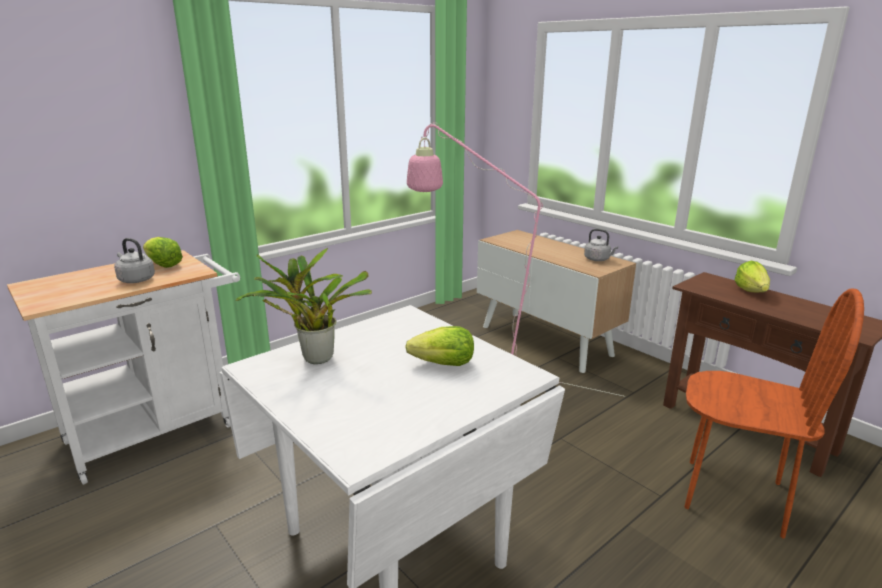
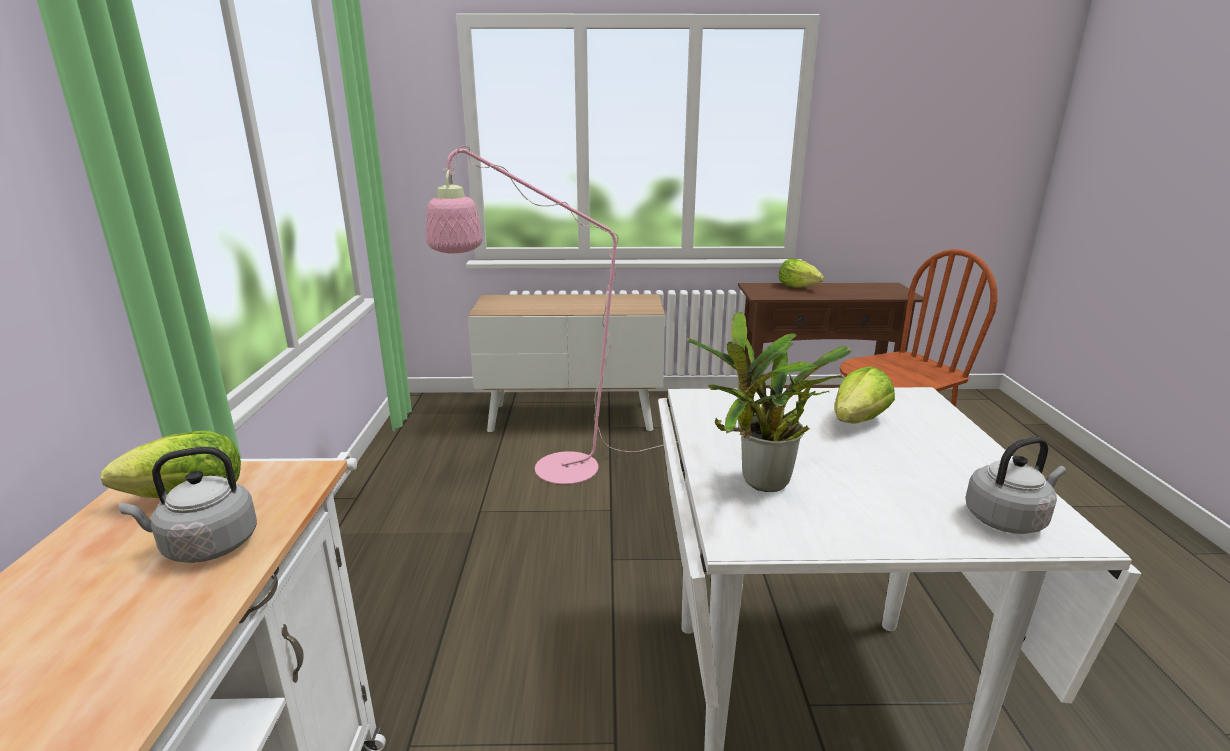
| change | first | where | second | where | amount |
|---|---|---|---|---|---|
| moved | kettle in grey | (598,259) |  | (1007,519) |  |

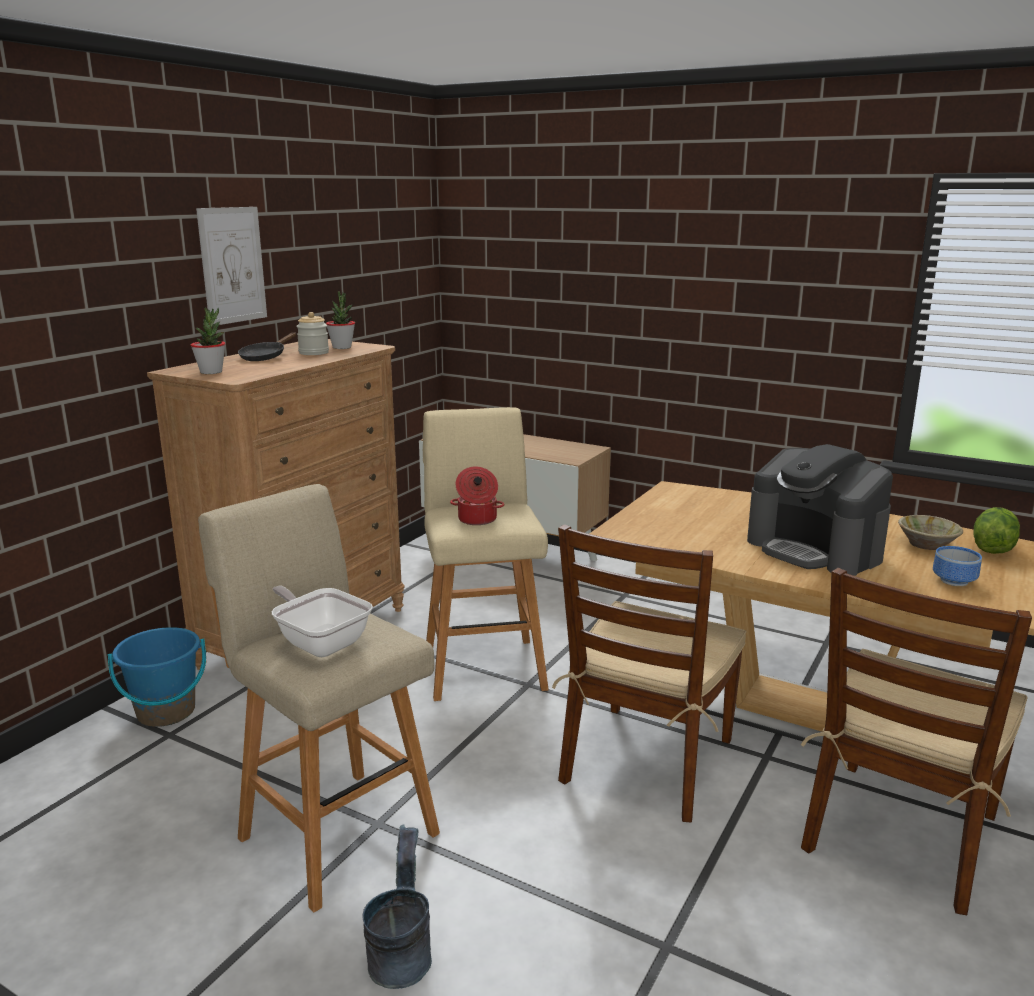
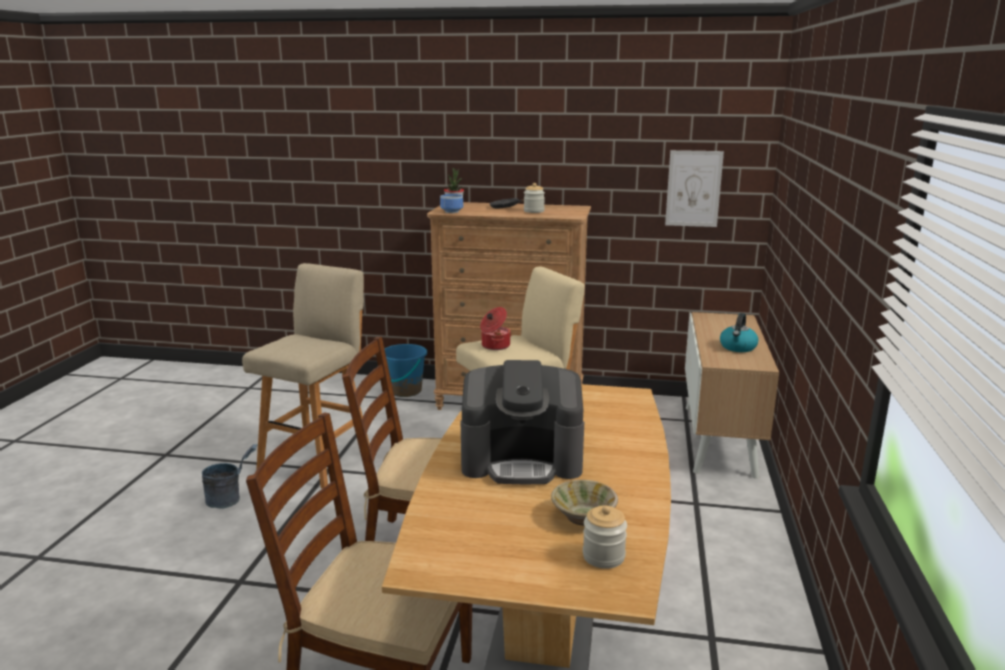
| change | first | where | second | where | amount |
|---|---|---|---|---|---|
| removed | frying pan | (319,642) |  |  |  |
| removed | potted plant | (342,347) |  |  |  |
| added |  |  | kettle | (738,347) |  |
| moved | picture | (232,265) |  | (693,188) |  |
| moved | bowl | (955,581) |  | (451,212) |  |
| replaced | lettuce | (991,548) | jar | (603,556) |  |
| turned | coffee machine | (815,549) |  | (522,460) | 120 degrees counterclockwise |

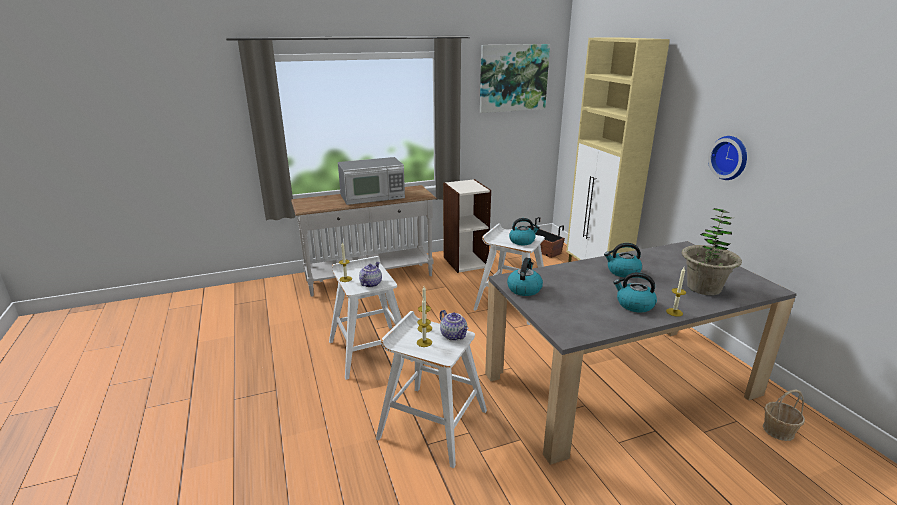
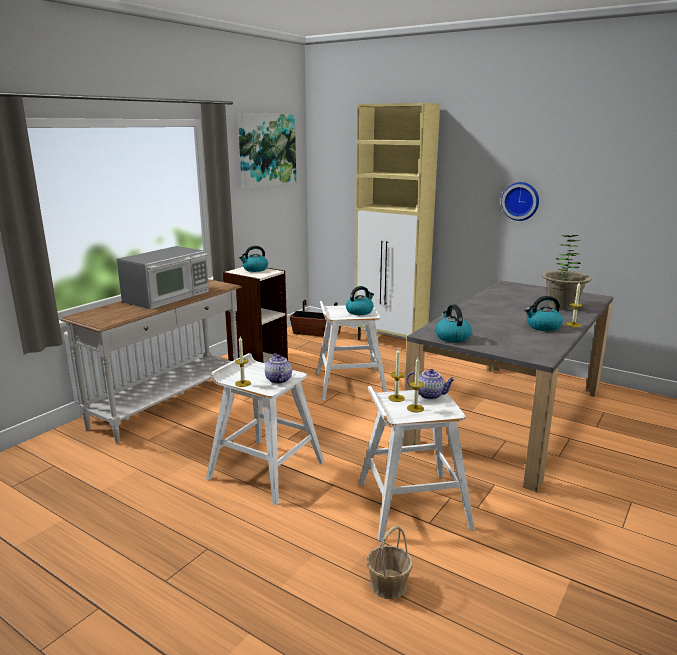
| change | first | where | second | where | amount |
|---|---|---|---|---|---|
| moved | kettle | (622,272) |  | (255,269) |  |
| moved | basket | (778,430) |  | (388,585) |  |

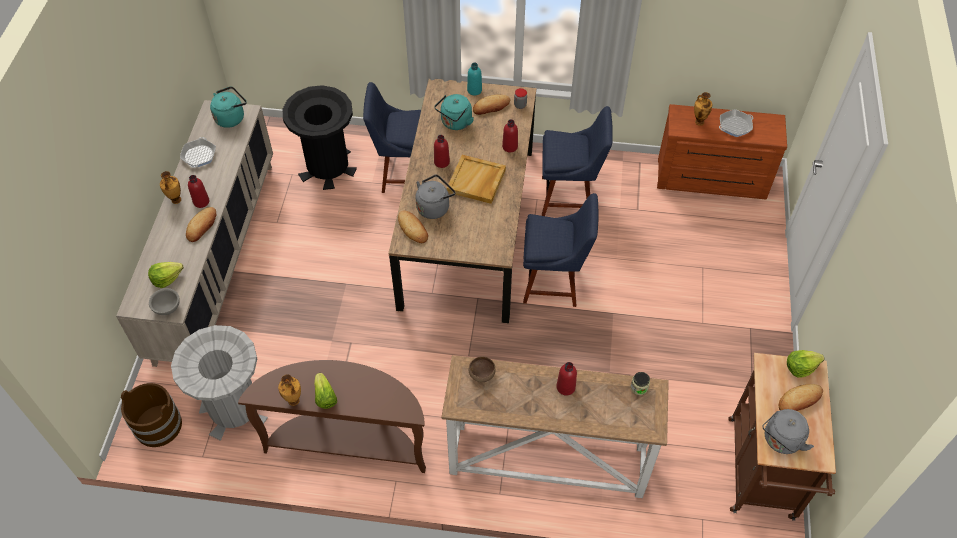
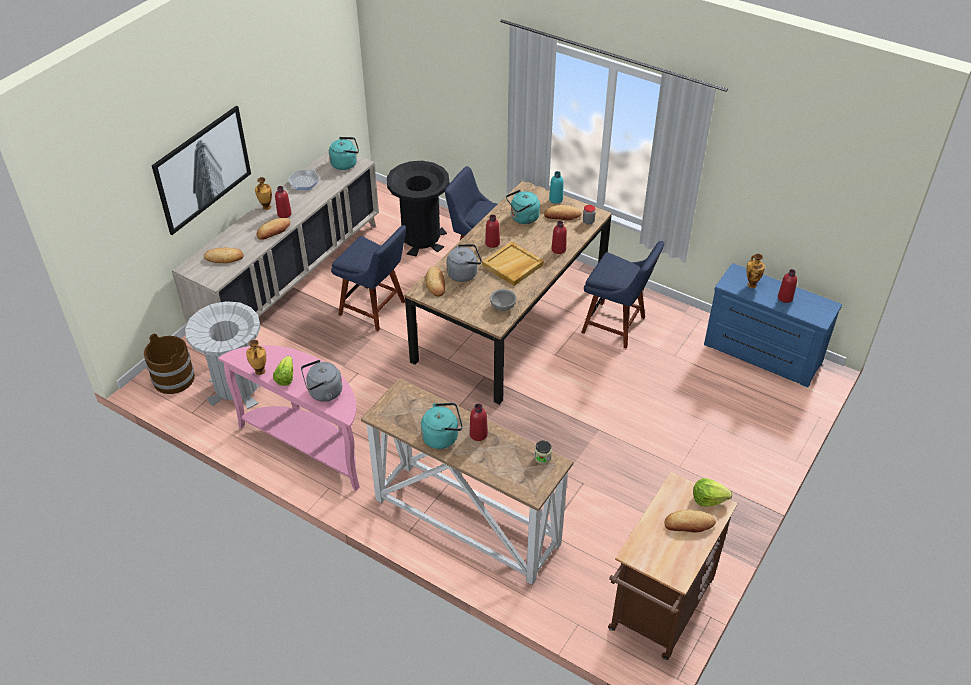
| change | first | where | second | where | amount |
|---|---|---|---|---|---|
| removed | bowl in brown | (481,374) |  |  |  |
| added |  |  | picture | (202,168) |  |
| added |  |  | kettle in turquoise | (442,437) |  |
| moved | bowl in grey | (168,308) |  | (503,307) |  |
| moved | chair in blue | (554,282) |  | (375,309) |  |
| moved | kettle in grey | (781,441) |  | (323,393) |  |
| replaced | lettuce | (166,278) | bread | (224,257) |  |
| replaced | frying pan | (735,126) | bottle in red | (785,298) |  |
| recoloured | console table in brown | (348,442) | console table in pink | (309,445) |  |
| recoloured | dresser in brown | (711,180) | dresser in blue | (761,355) |  |

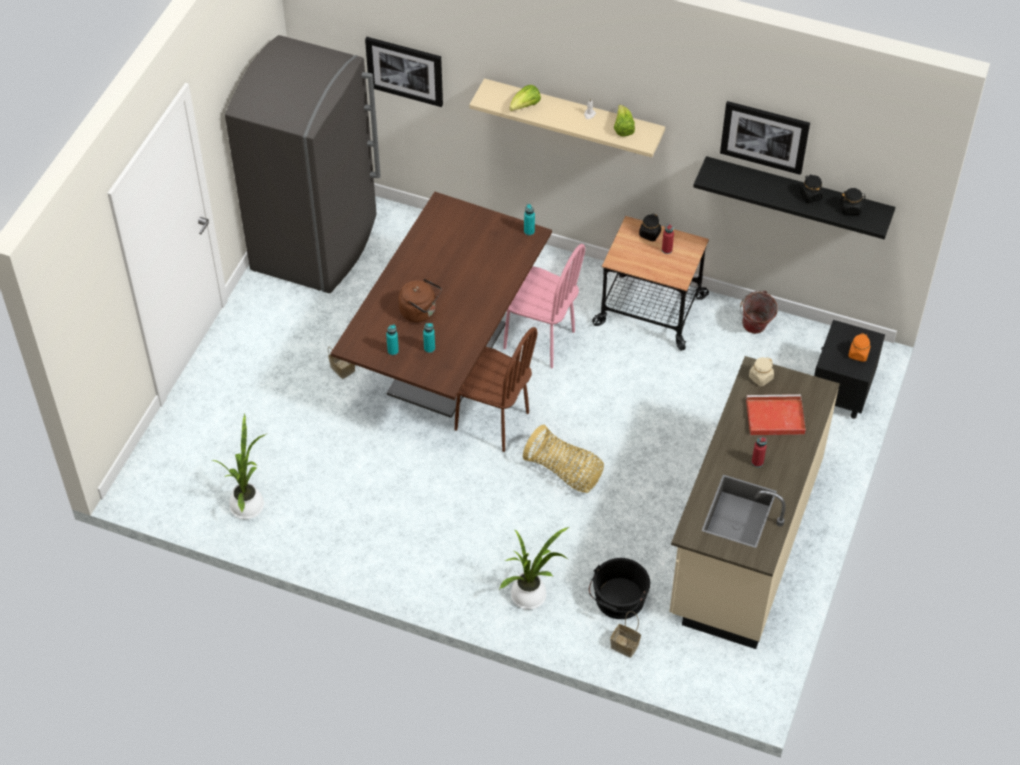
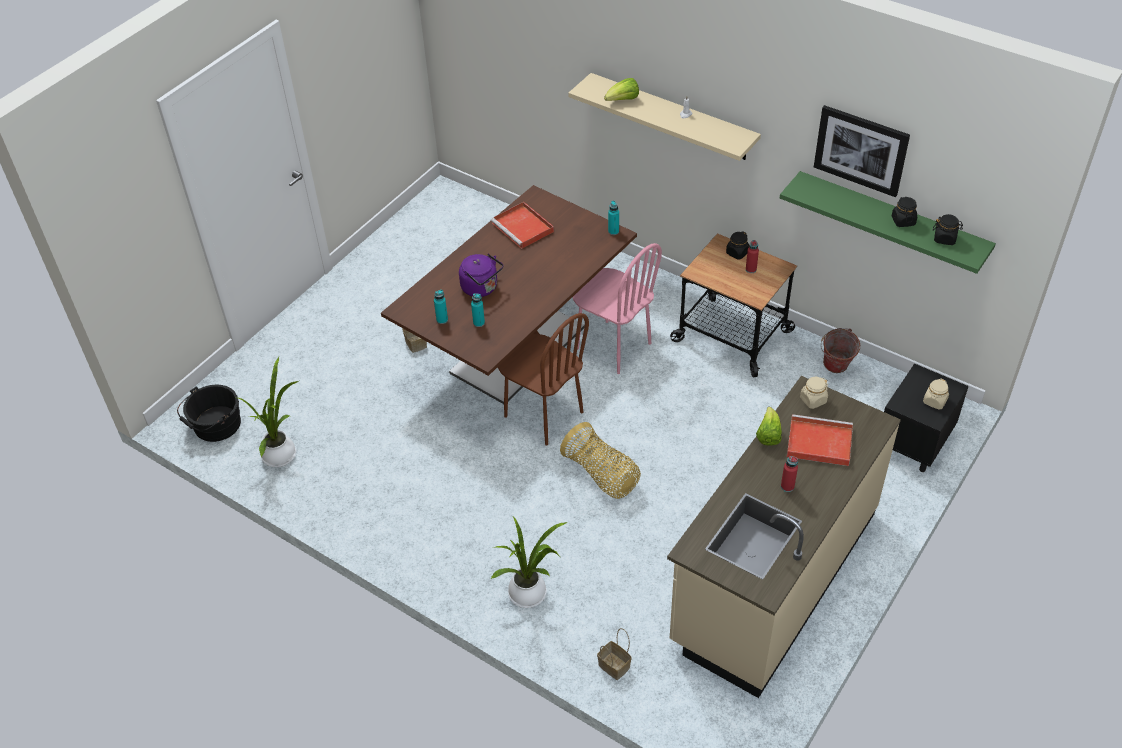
| change | first | where | second | where | amount |
|---|---|---|---|---|---|
| removed | fridge in grey | (316,243) |  |  |  |
| removed | picture | (405,70) |  |  |  |
| added |  |  | tray in red | (523,228) |  |
| moved | bucket in black | (618,601) |  | (215,426) |  |
| moved | lettuce | (623,128) |  | (768,435) |  |
| recoloured | kettle in brown | (420,312) | kettle in purple | (481,288) |  |
| recoloured | shelf in black | (797,193) | shelf in green | (891,220) |  |
| recoloured | jar in orange | (858,354) | jar in beige | (934,401) |  |

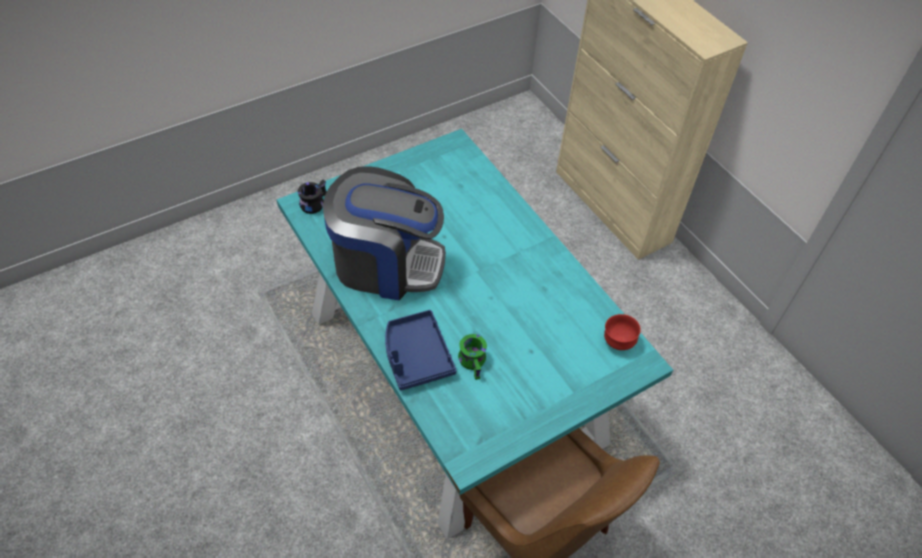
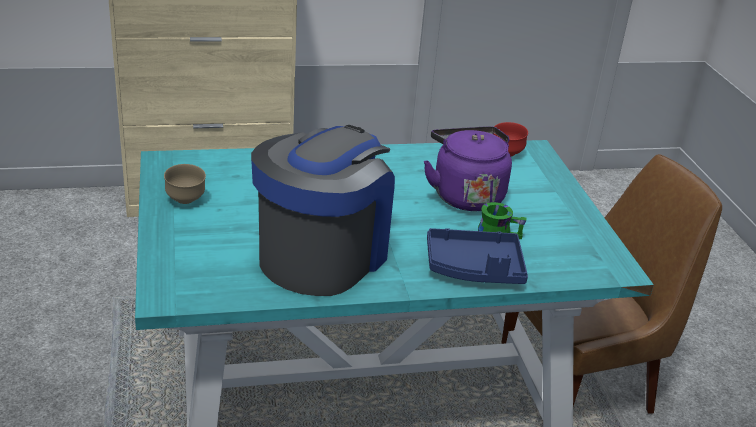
| change | first | where | second | where | amount |
|---|---|---|---|---|---|
| removed | mug in black | (313,202) |  |  |  |
| added |  |  | bowl in brown | (185,201) |  |
| added |  |  | kettle in purple | (465,195) |  |

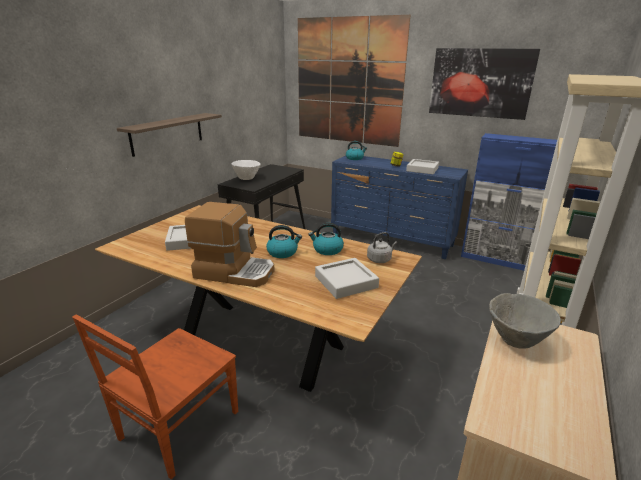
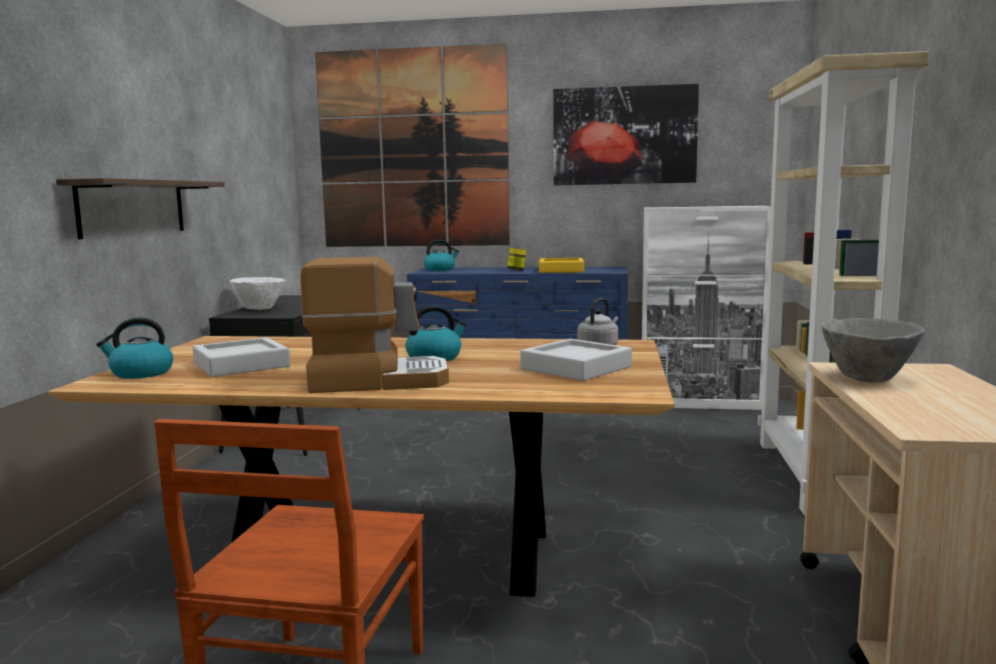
| change | first | where | second | where | amount |
|---|---|---|---|---|---|
| moved | kettle | (327,250) |  | (140,373) |  |
| recoloured | tray in grey | (422,169) | tray in yellow | (561,270) |  |
| recoloured | cabinet in blue | (499,260) | cabinet in white | (700,403) |  |

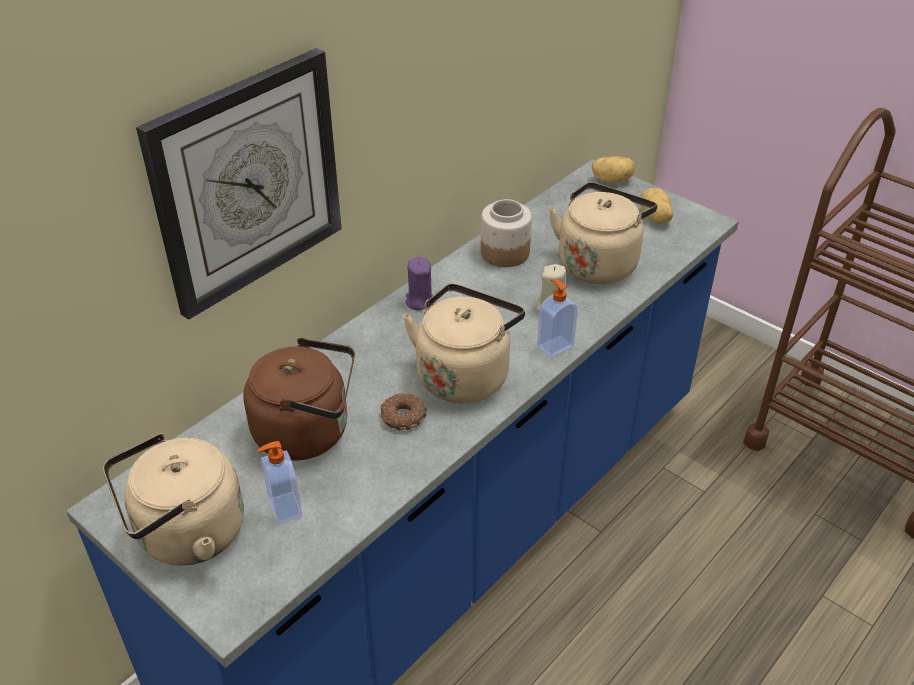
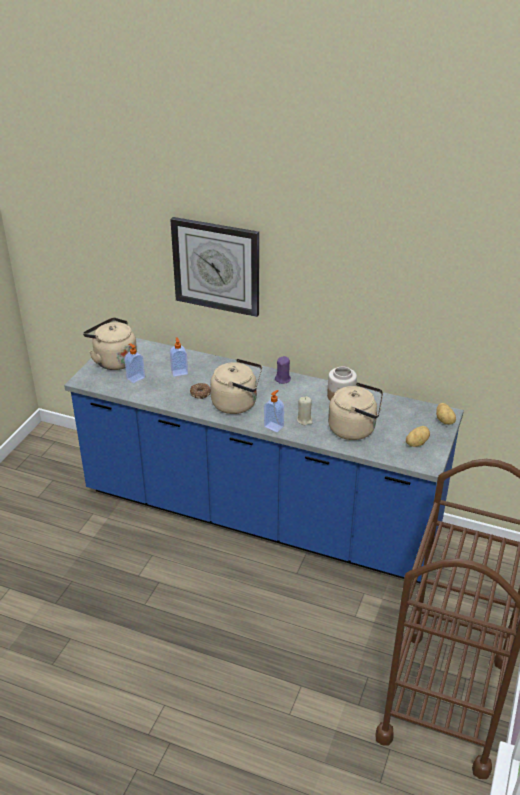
| change | first | where | second | where | amount |
|---|---|---|---|---|---|
| replaced | kettle in brown | (308,432) | soap dispenser | (179,372) |  |

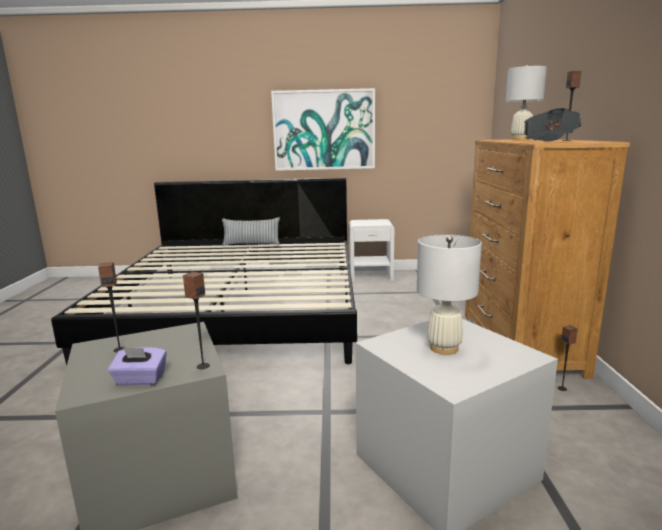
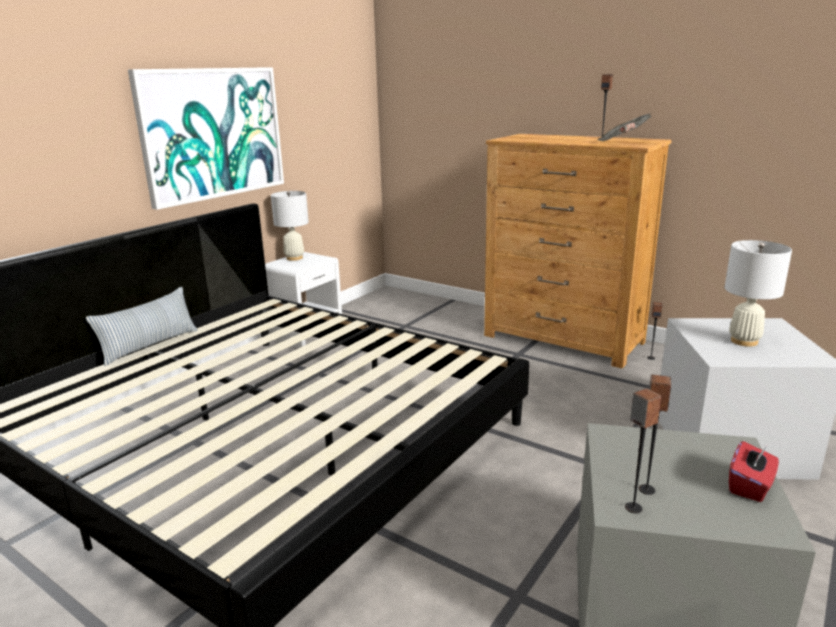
| change | first | where | second | where | amount |
|---|---|---|---|---|---|
| moved | speaker | (203,366) |  | (633,508) |  |
| moved | table lamp in white | (520,139) |  | (294,258) |  |
| recoloured | tissue box in purple | (140,380) | tissue box in red | (750,486) |  |

